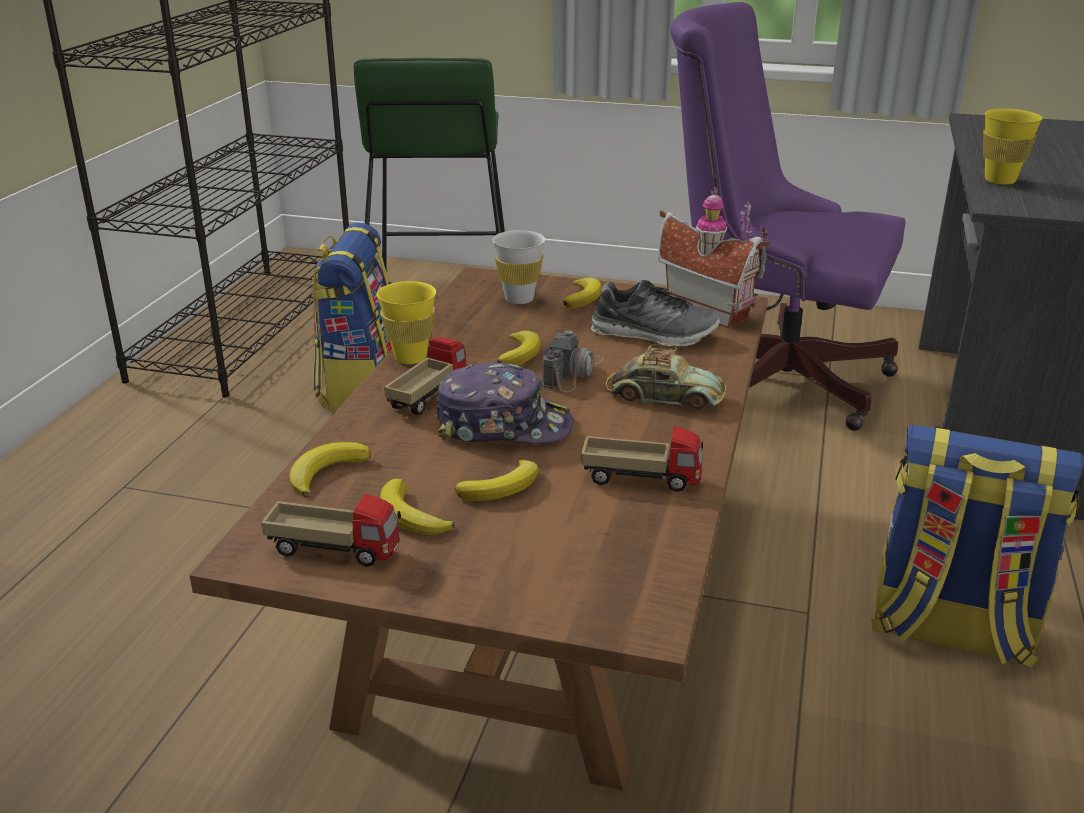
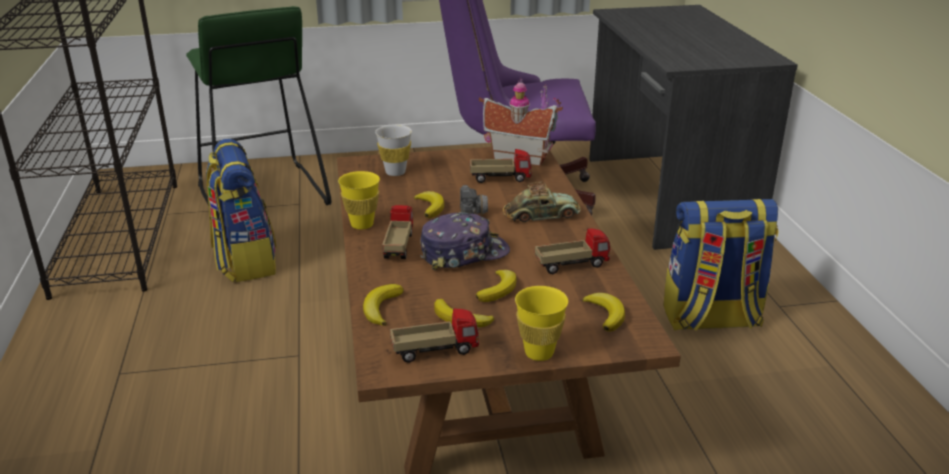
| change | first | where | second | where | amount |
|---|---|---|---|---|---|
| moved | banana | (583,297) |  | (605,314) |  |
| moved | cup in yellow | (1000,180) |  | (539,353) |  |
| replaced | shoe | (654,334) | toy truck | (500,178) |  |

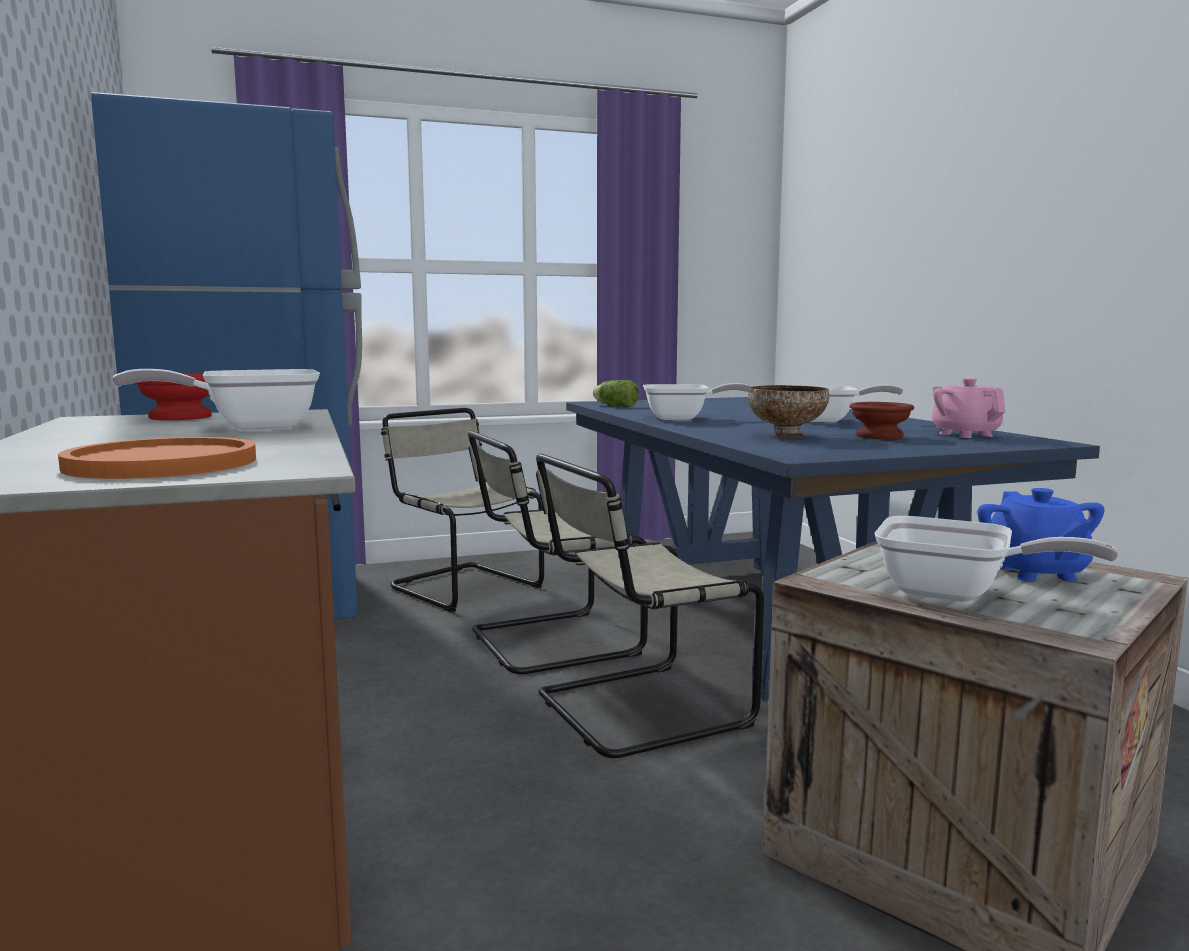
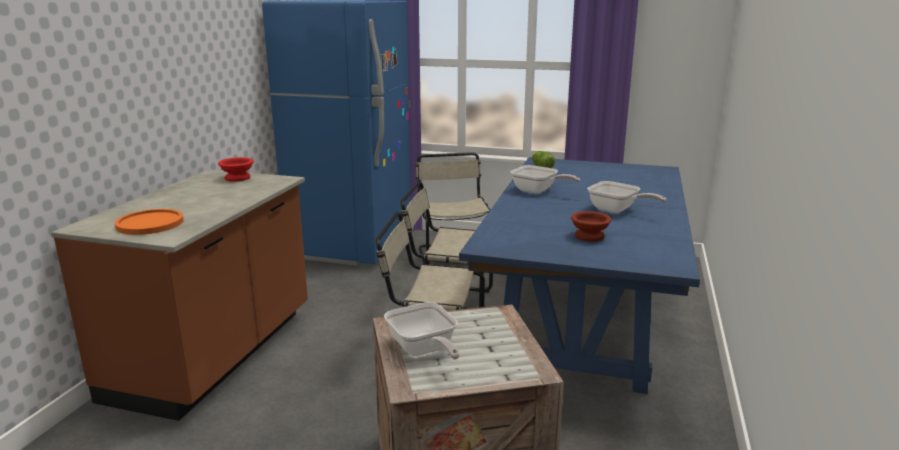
| change | first | where | second | where | amount |
|---|---|---|---|---|---|
| removed | frying pan | (249,427) |  |  |  |
| removed | bowl | (786,436) |  |  |  |
| removed | teapot in pink | (965,434) |  |  |  |
| removed | teapot in blue | (1035,573) |  |  |  |

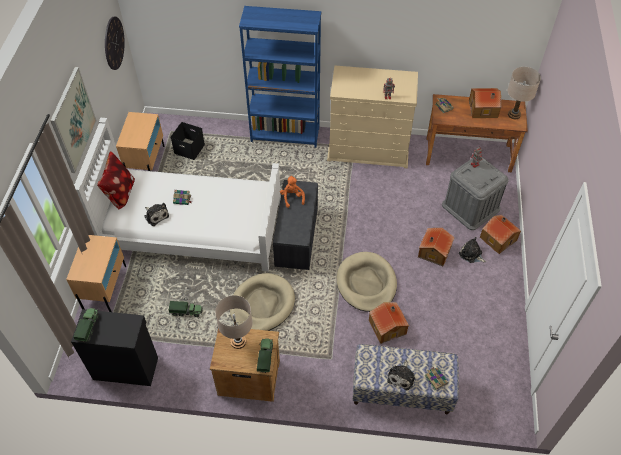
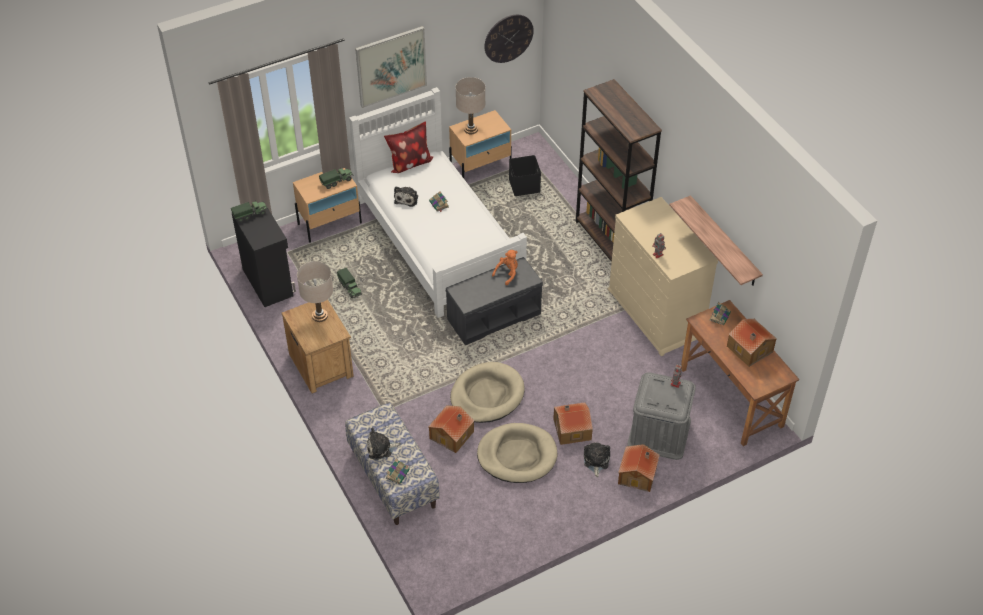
| change | first | where | second | where | amount |
|---|---|---|---|---|---|
| added |  |  | shelf | (724,242) |  |
| moved | dog bed in beige | (262,304) |  | (517,455) |  |
| moved | toy truck | (265,358) |  | (337,181) |  |
| moved | table lamp in beige | (514,114) |  | (471,129) |  |
| recoloured | bookcase in blue | (285,135) | bookcase in brown | (610,241) |  |

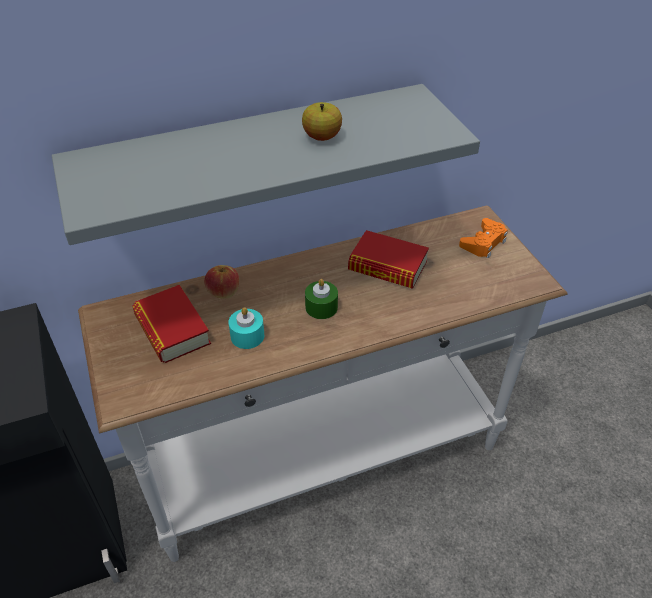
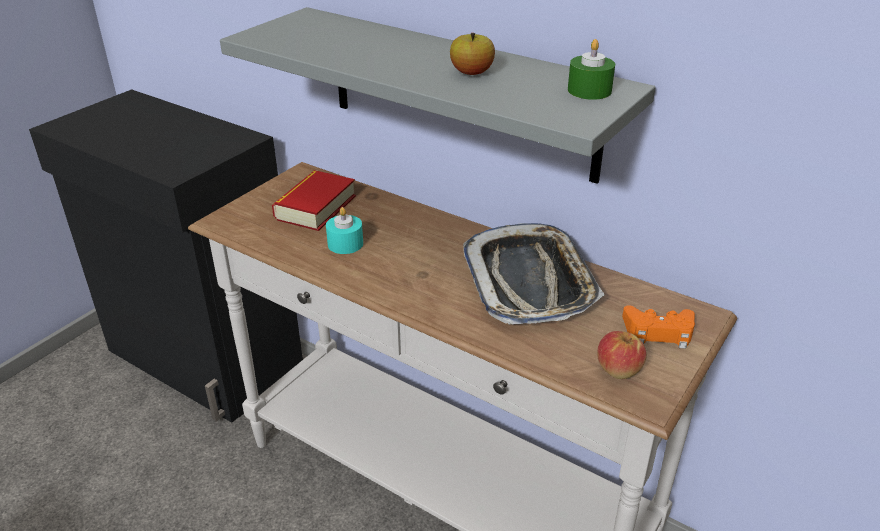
| change | first | where | second | where | amount |
|---|---|---|---|---|---|
| moved | apple | (223,292) |  | (618,369) |  |
| moved | candle in green | (321,307) |  | (589,90) |  |
| replaced | book | (387,266) | tray | (530,281) |  |

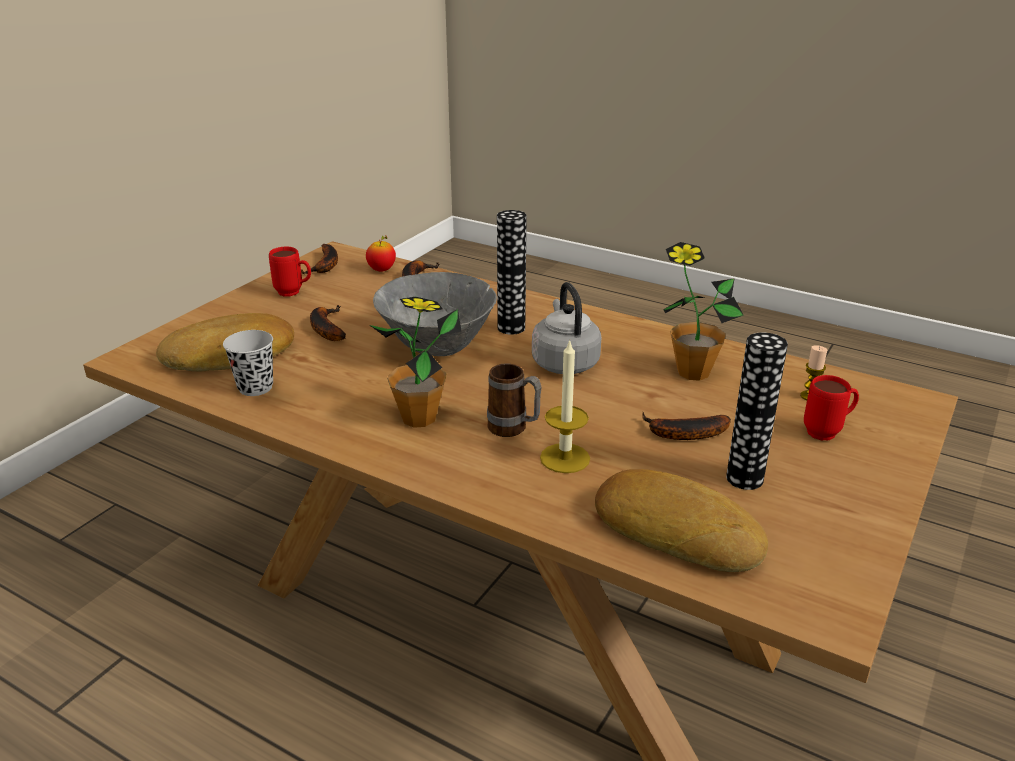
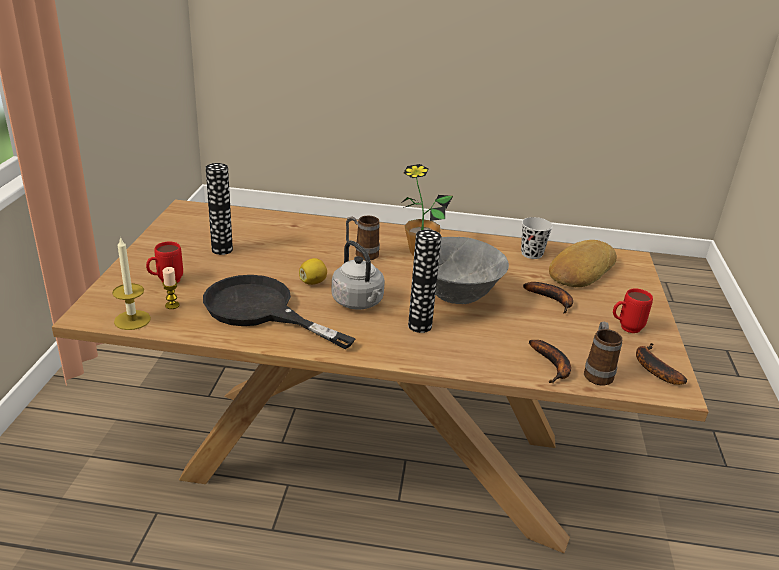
| change | first | where | second | where | amount |
|---|---|---|---|---|---|
| removed | bread | (677,530) |  |  |  |
| removed | banana | (682,434) |  |  |  |
| added |  |  | lemon | (313,282) |  |
| moved | candle | (565,458) |  | (132,320) |  |
| replaced | apple | (382,270) | mug | (597,373) |  |
| replaced | potted plant | (693,372) | frying pan in black | (260,310) |  |

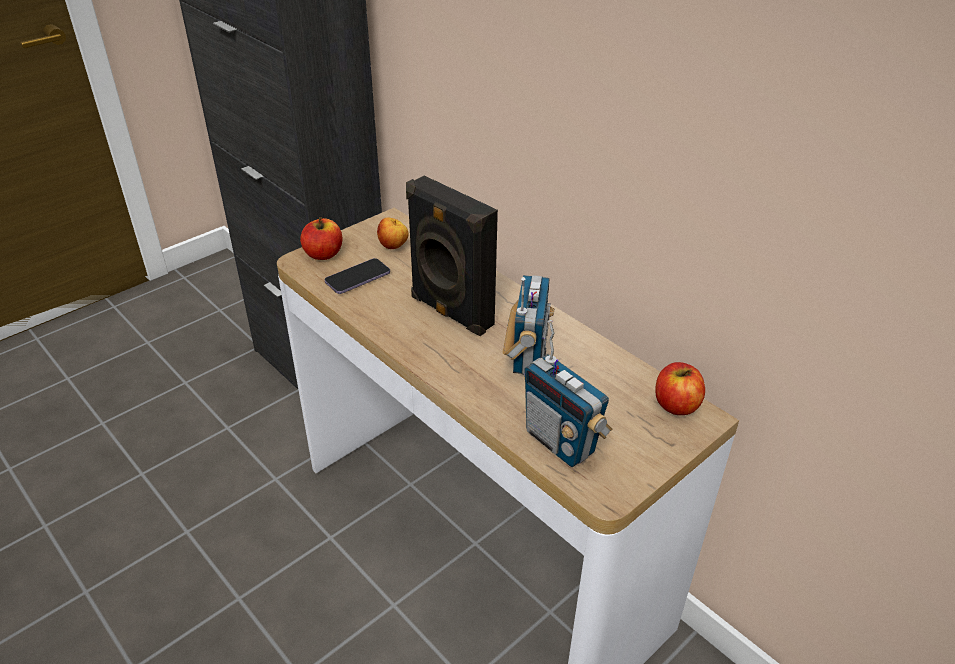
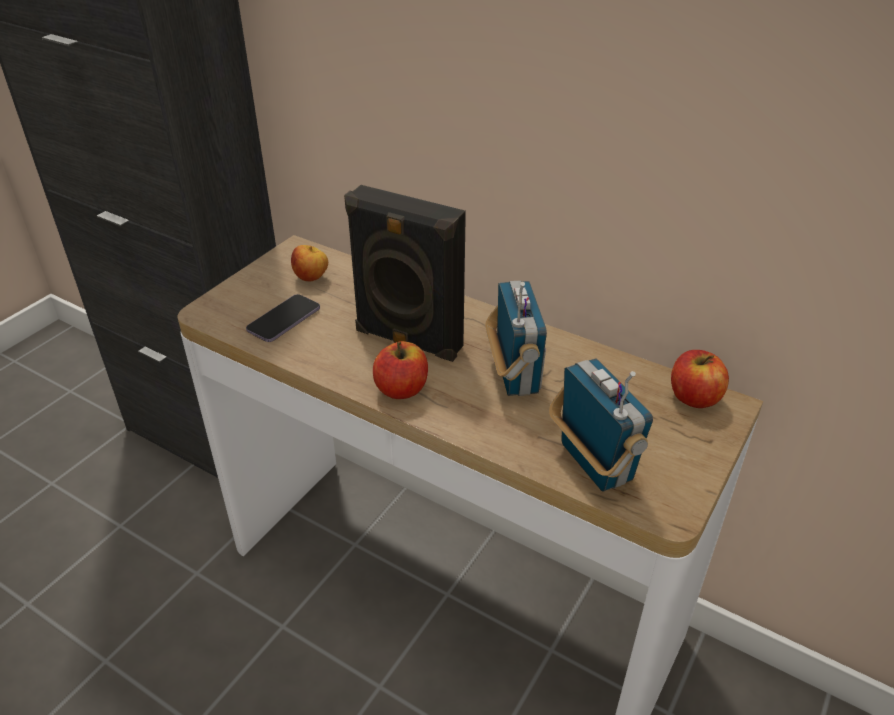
| change | first | where | second | where | amount |
|---|---|---|---|---|---|
| moved | apple | (323,254) |  | (401,389) |  |
| turned | radio | (560,442) |  | (594,463) | 150 degrees counterclockwise |

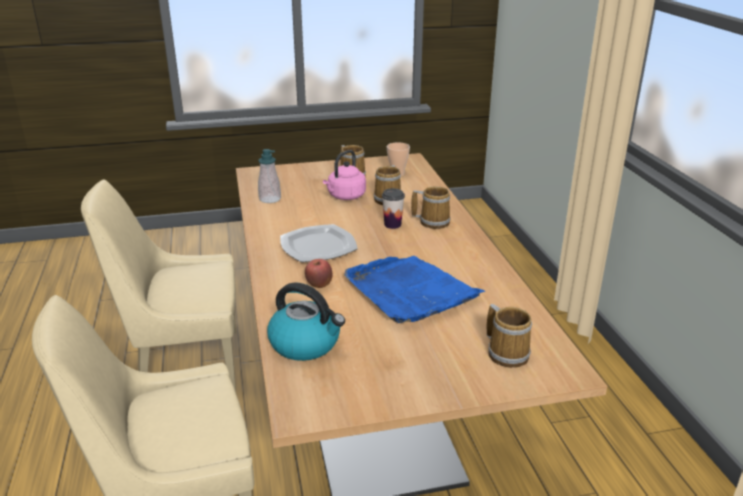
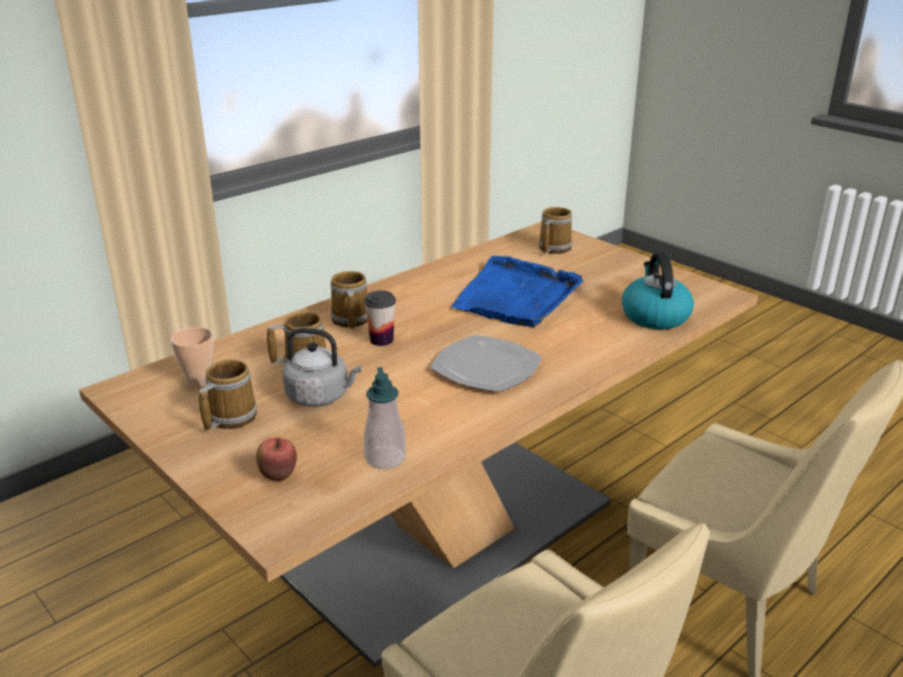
| change | first | where | second | where | amount |
|---|---|---|---|---|---|
| moved | apple | (319,285) |  | (278,476) |  |
| recoloured | kettle in pink | (345,196) | kettle in grey | (321,397) |  |

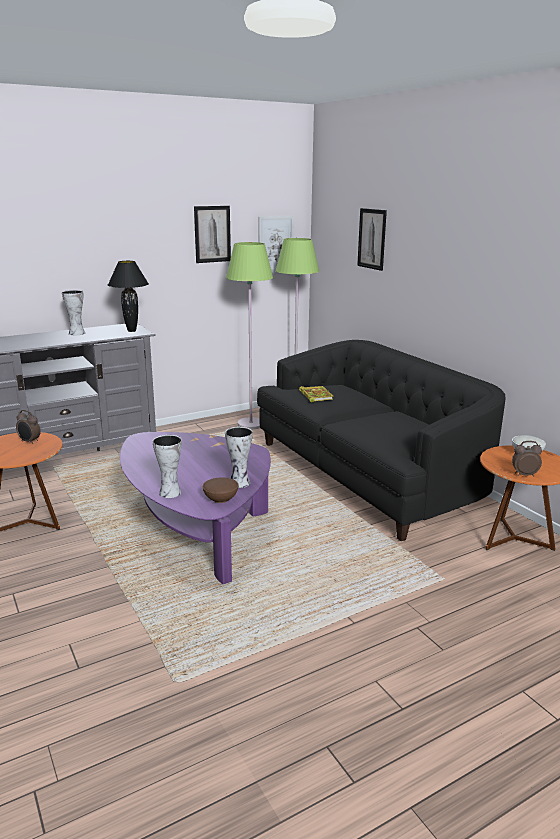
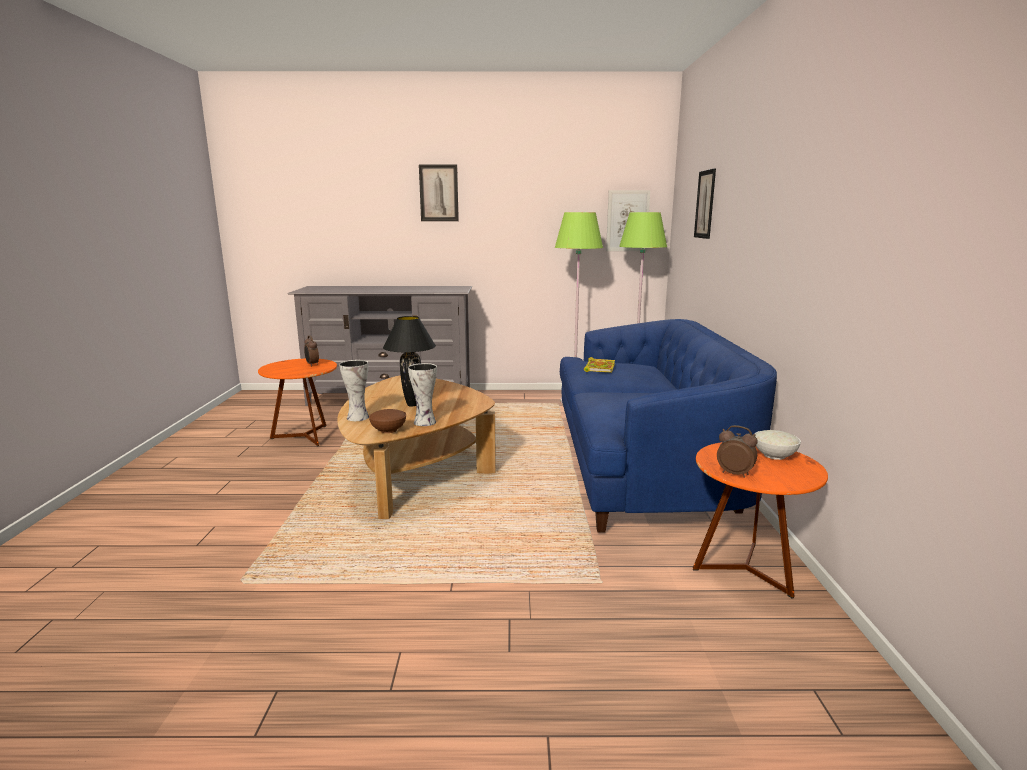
| change | first | where | second | where | amount |
|---|---|---|---|---|---|
| removed | vase | (76,333) |  |  |  |
| moved | table lamp in black | (131,331) |  | (412,405) |  |
| moved | picture | (212,234) |  | (439,193) |  |
| recoloured | coffee table in purple | (196,531) | coffee table in brown | (415,472) |  |
| recoloured | sofa in black | (368,474) | sofa in blue | (641,464) |  |

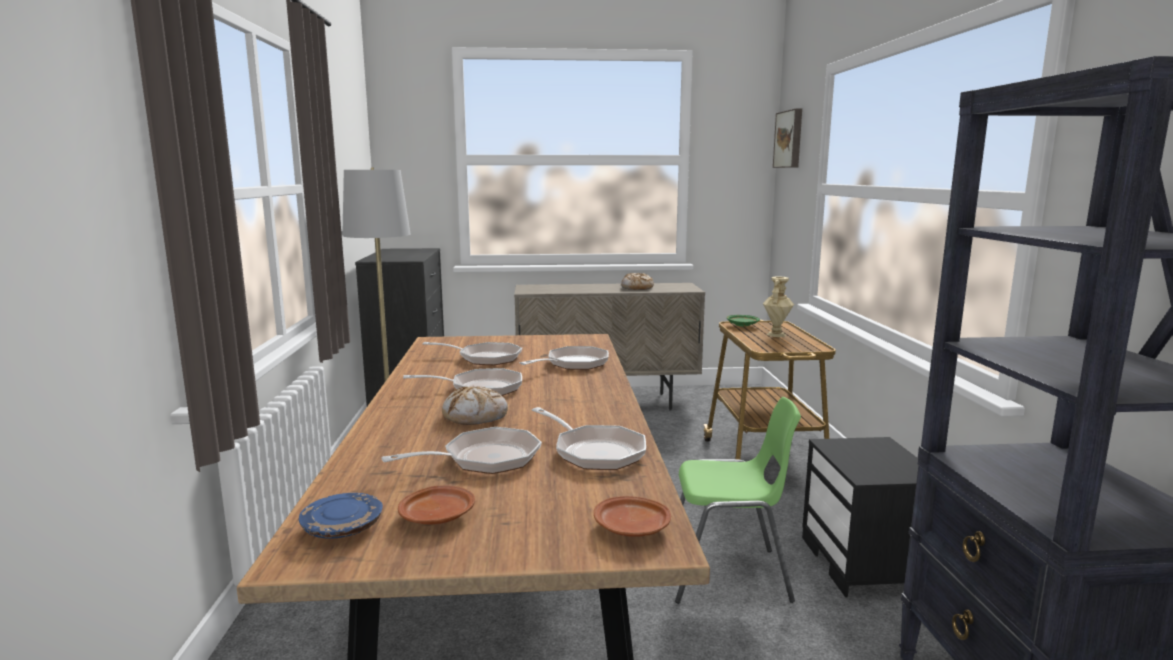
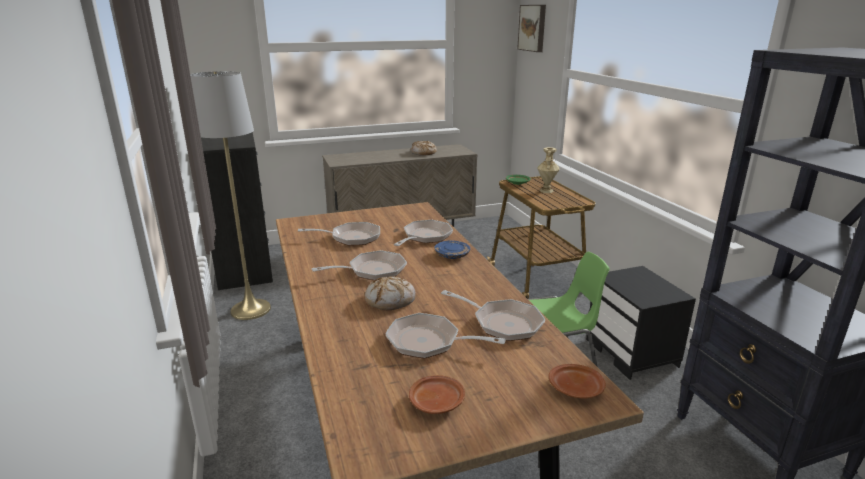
| change | first | where | second | where | amount |
|---|---|---|---|---|---|
| moved | plate in blue | (343,528) |  | (452,255) |  |
| turned | frying pan | (484,459) |  | (429,342) | 120 degrees counterclockwise |

